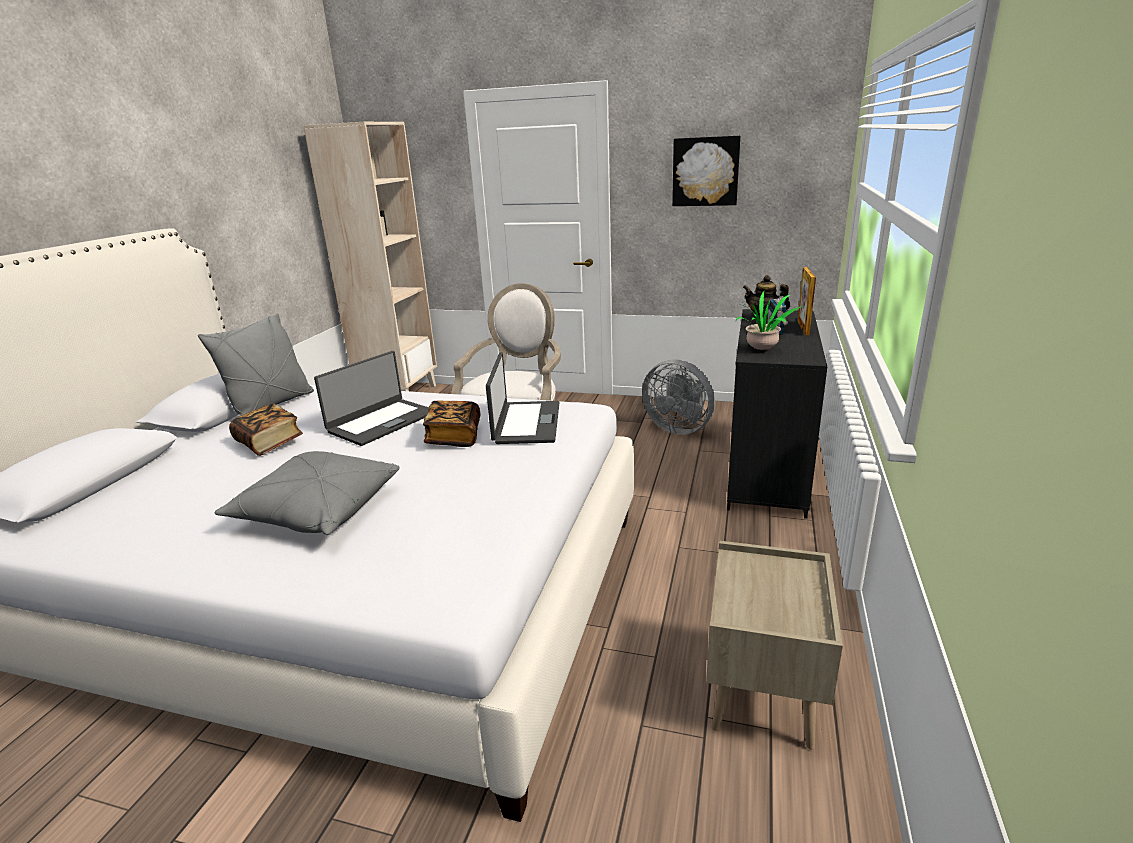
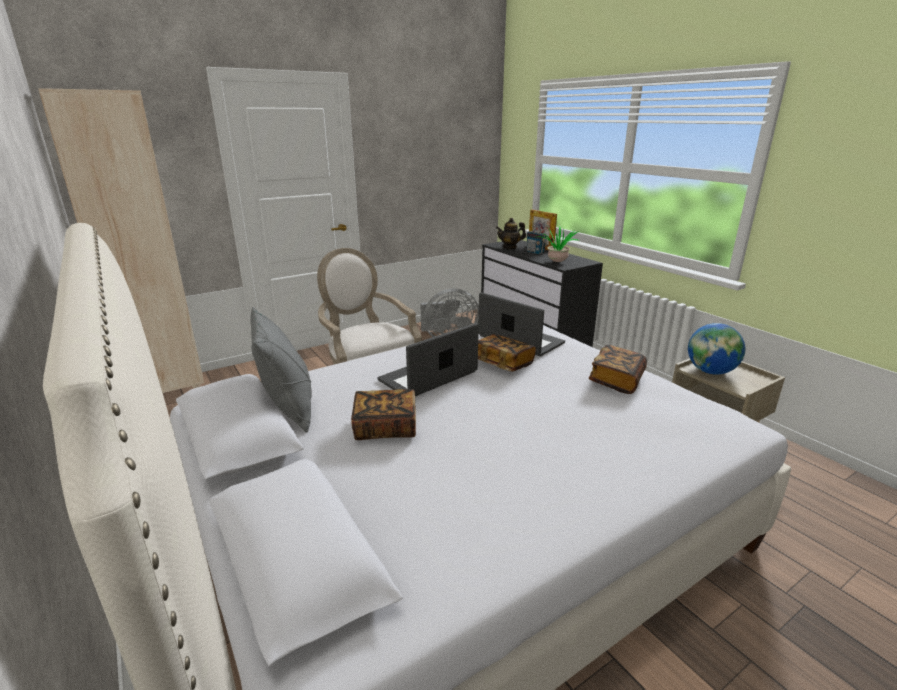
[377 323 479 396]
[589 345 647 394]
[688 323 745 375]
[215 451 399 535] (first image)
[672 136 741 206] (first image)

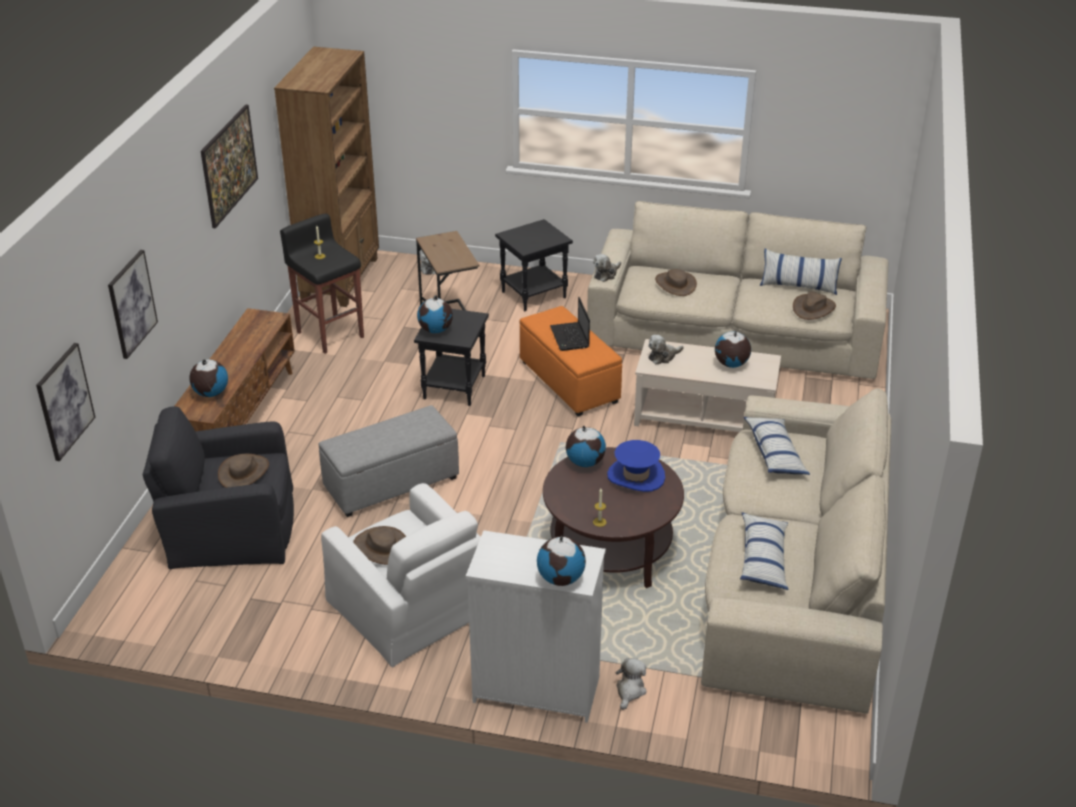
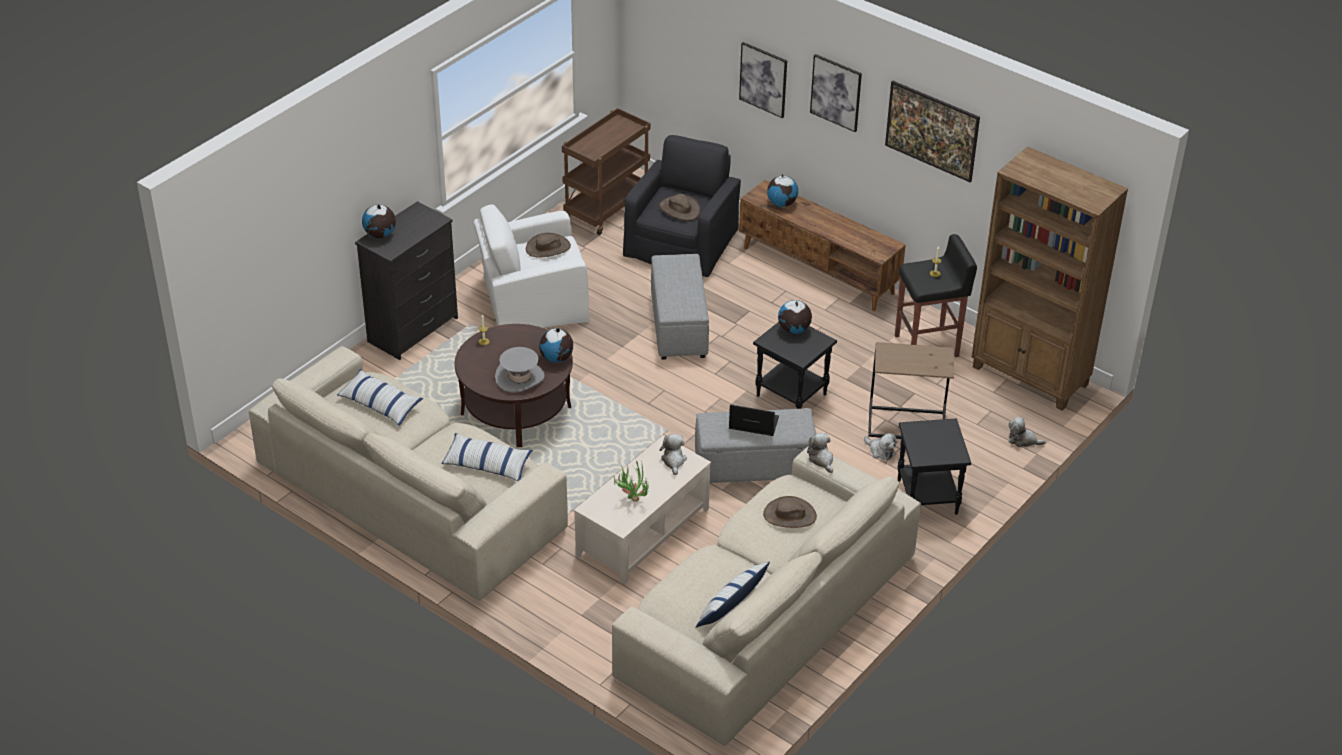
[355 201 458 360]
[495 347 545 393]
[562 108 650 235]
[613 461 649 501]
[695 408 816 483]
[810 54 862 132]
[864 433 898 460]
[793 291 836 320] (first image)

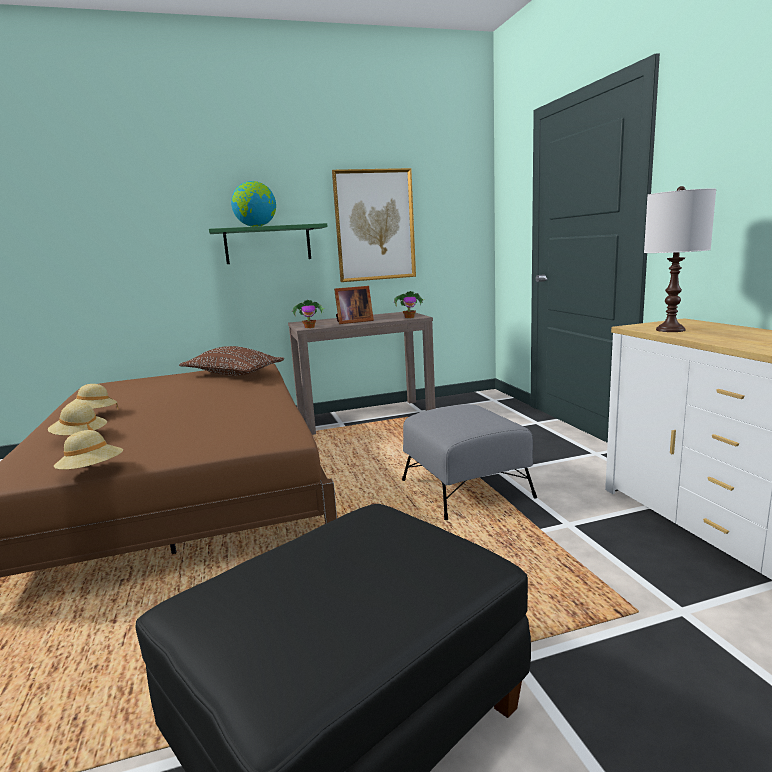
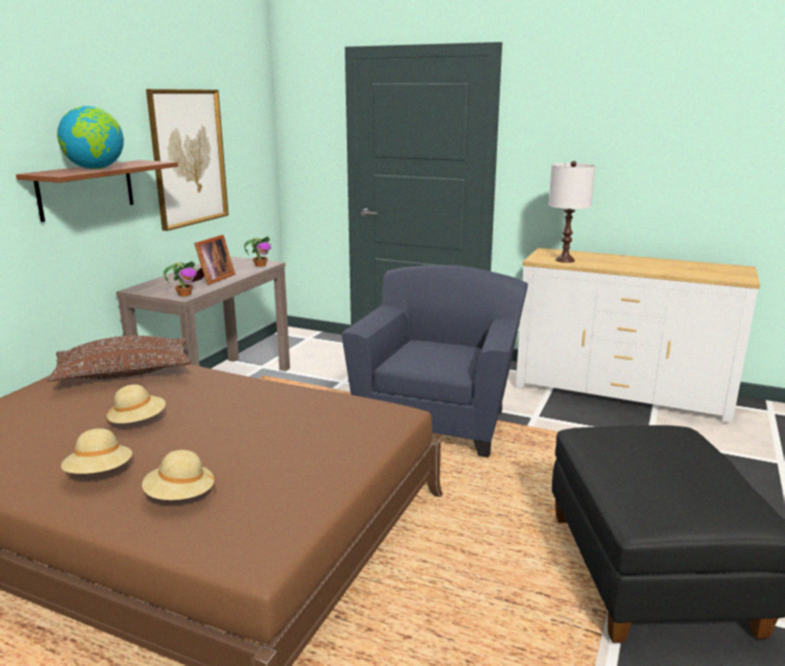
[16 160 178 222]
[106 384 166 425]
[342 265 528 458]

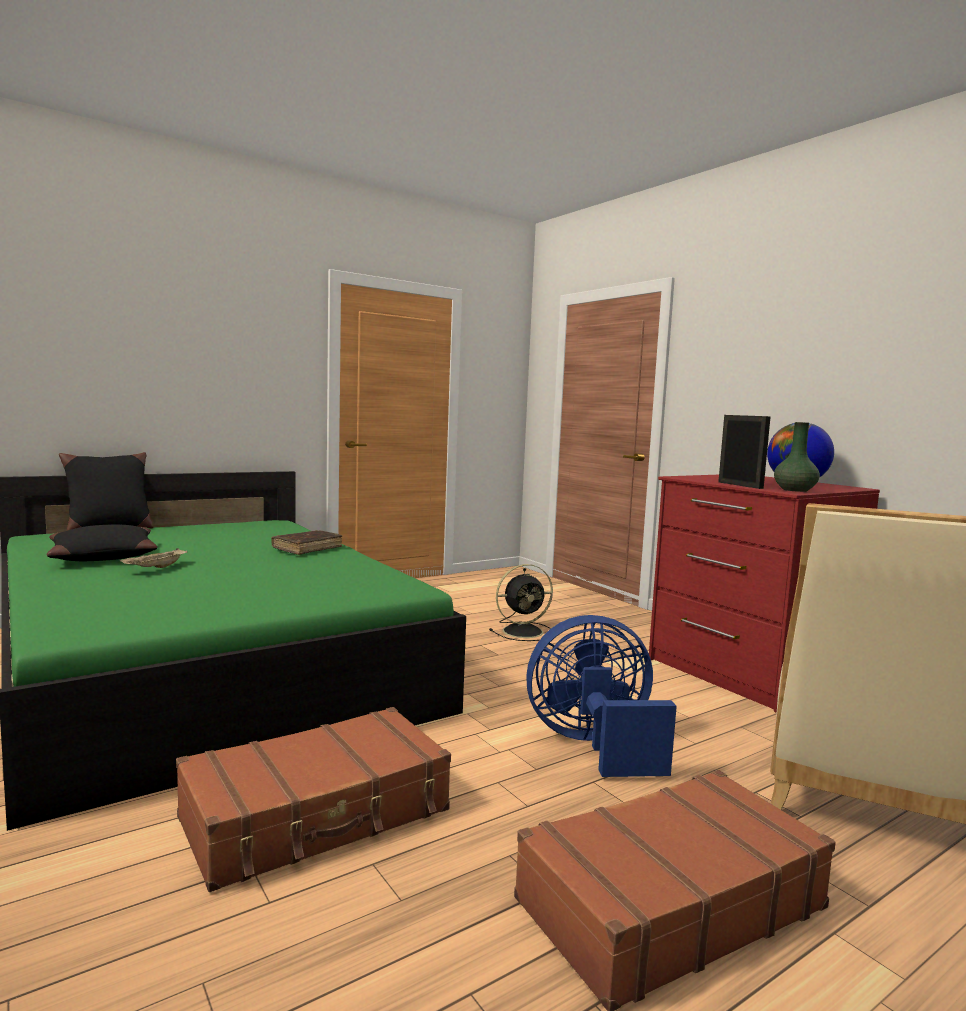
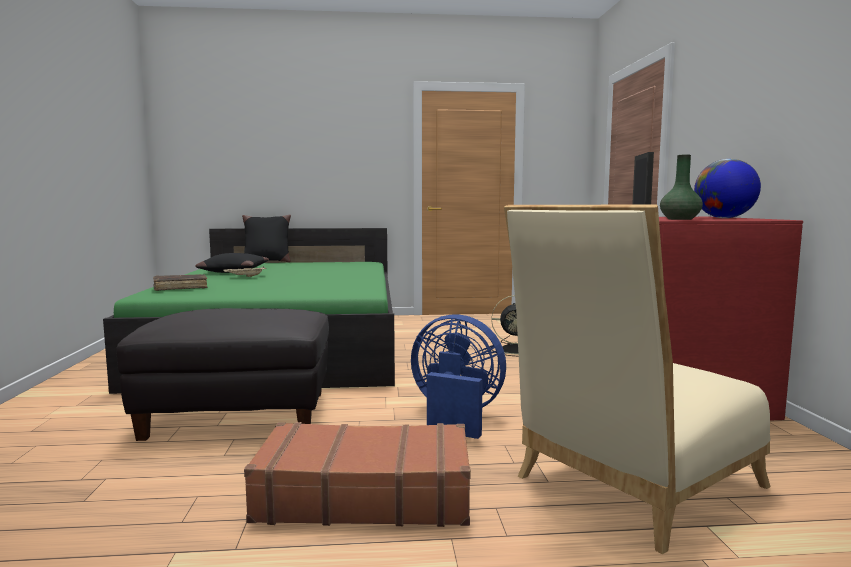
[116 308 329 441]
[153 274 207 291]

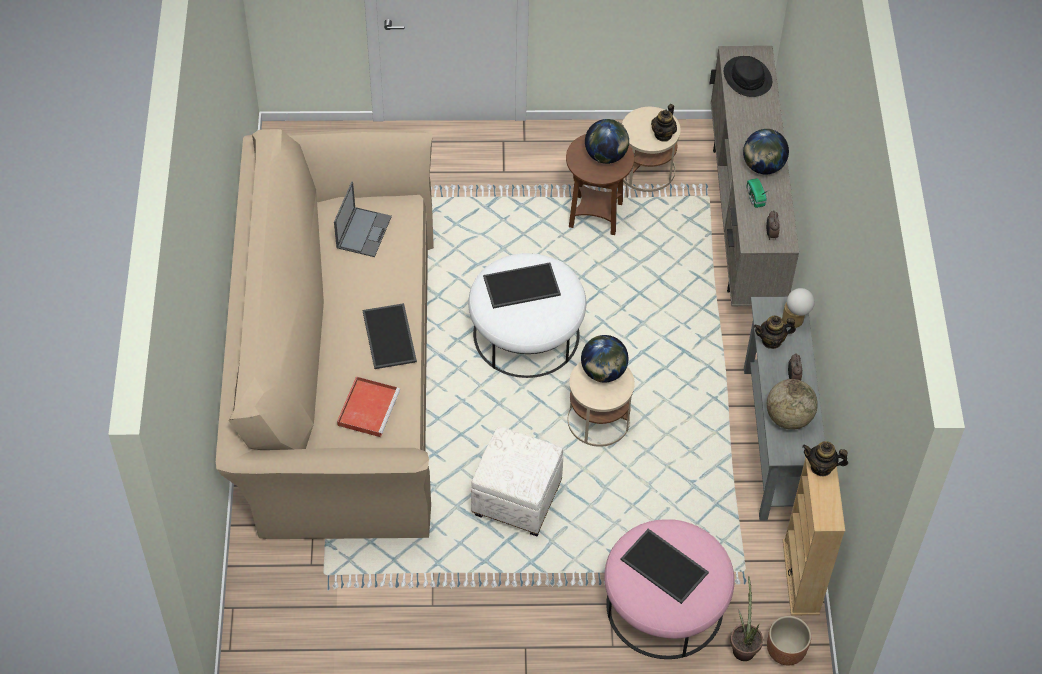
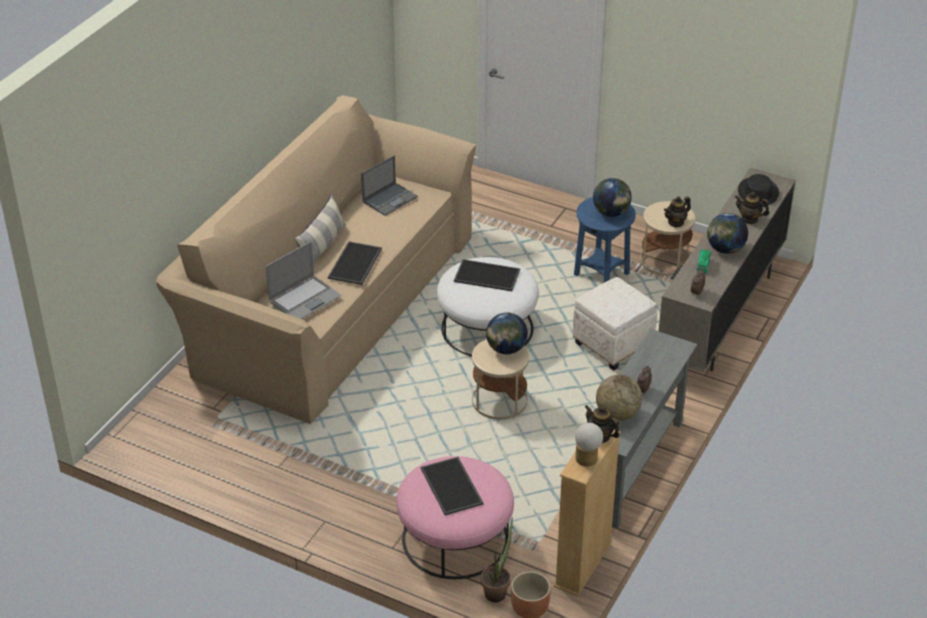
[266 242 341 319]
[295 194 345 264]
[573 277 657 371]
[574 197 636 282]
[575 423 603 466]
[735 192 769 224]

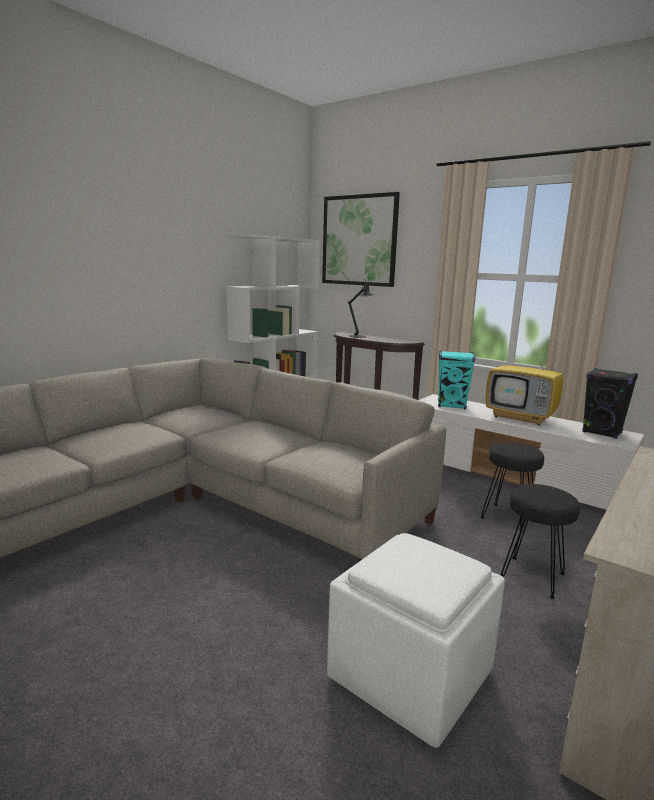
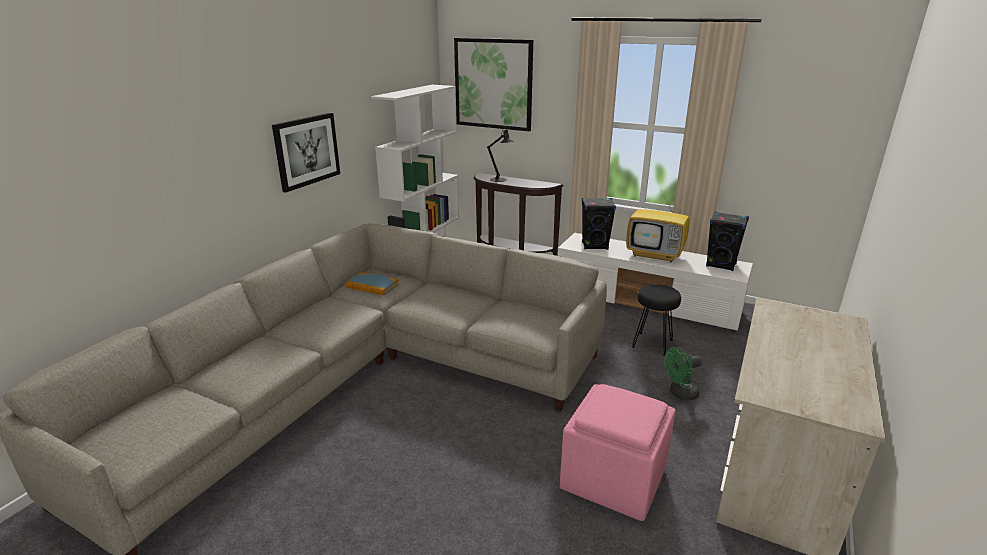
[272 113 340 193]
[346 272 399 296]
[560 384 676 521]
[582 198 616 250]
[664 347 702 401]

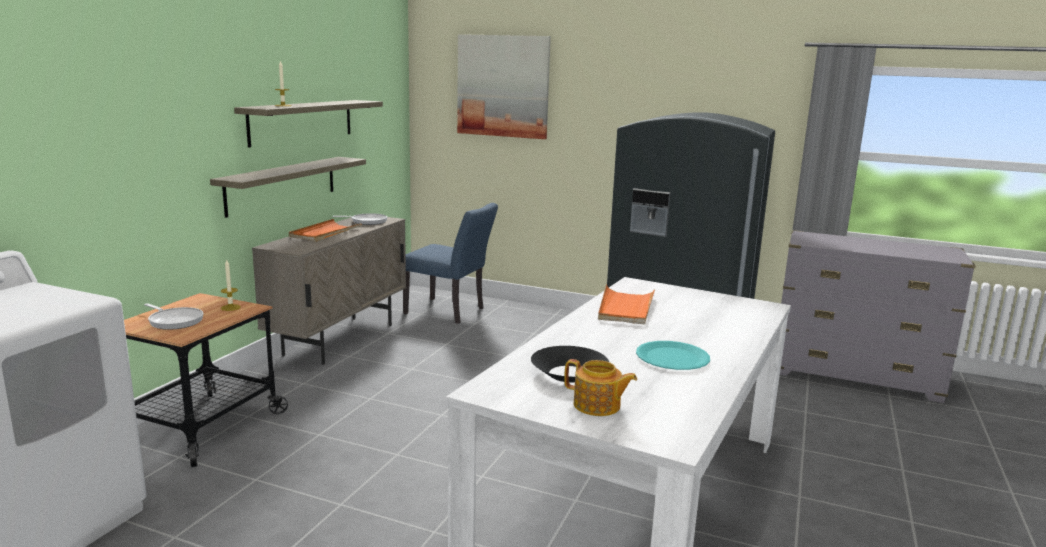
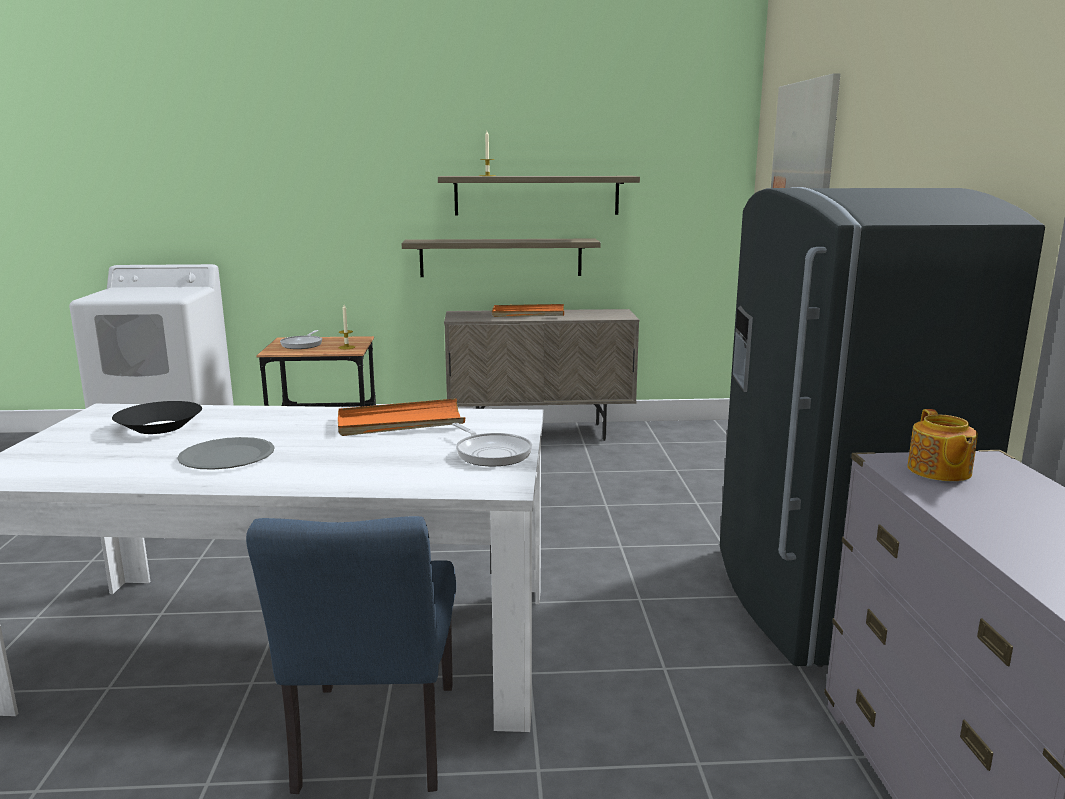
[177 437 275 470]
[246 516 456 794]
[452 423 532 466]
[907 409 978 481]

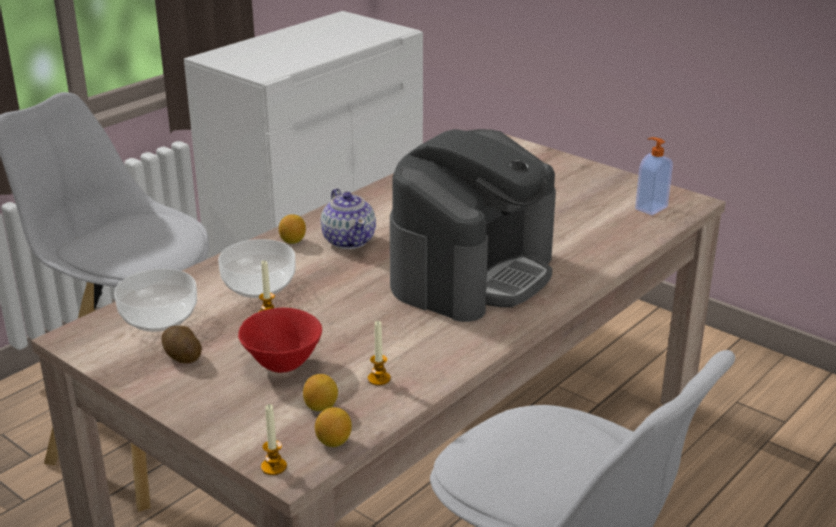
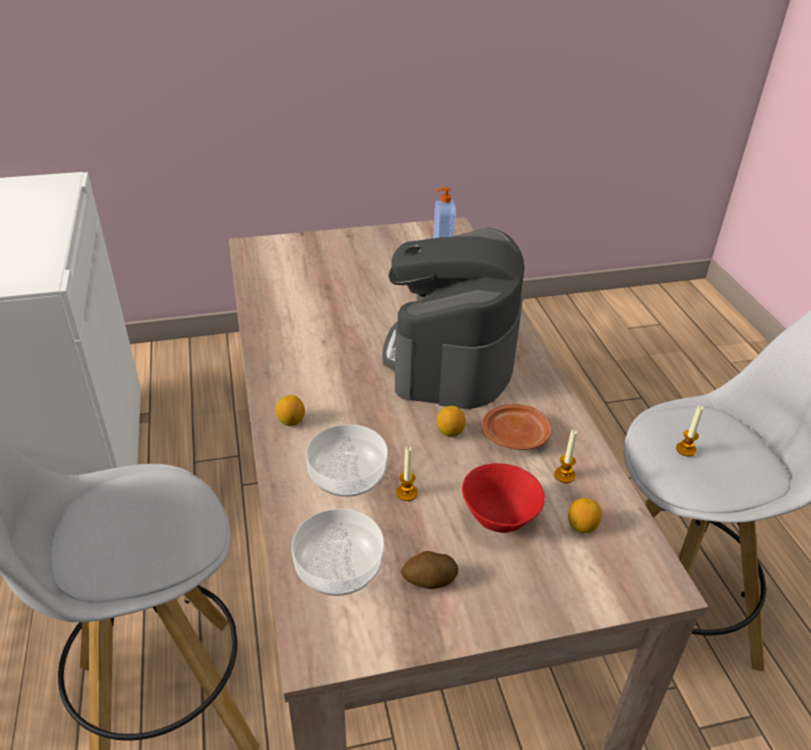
[382 228 525 409]
[437 406 466 437]
[482 404 552 450]
[676 405 703 456]
[321 188 376 249] (first image)

